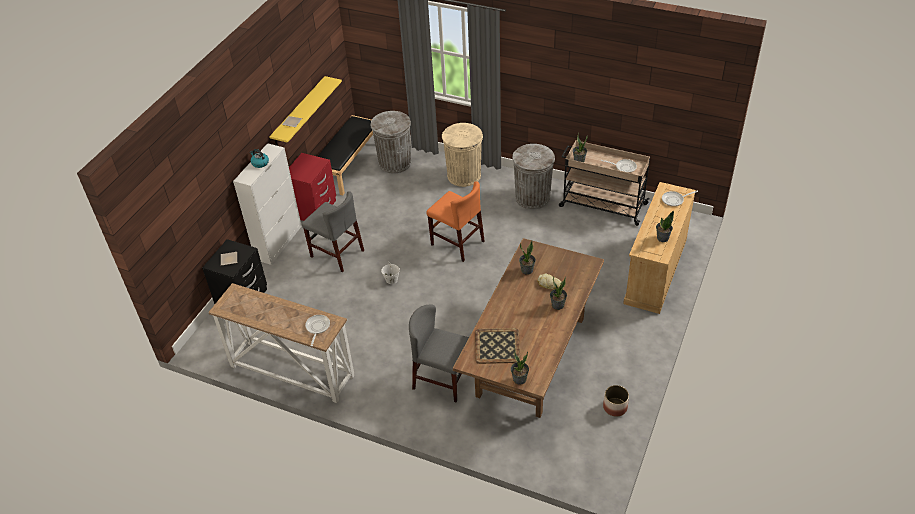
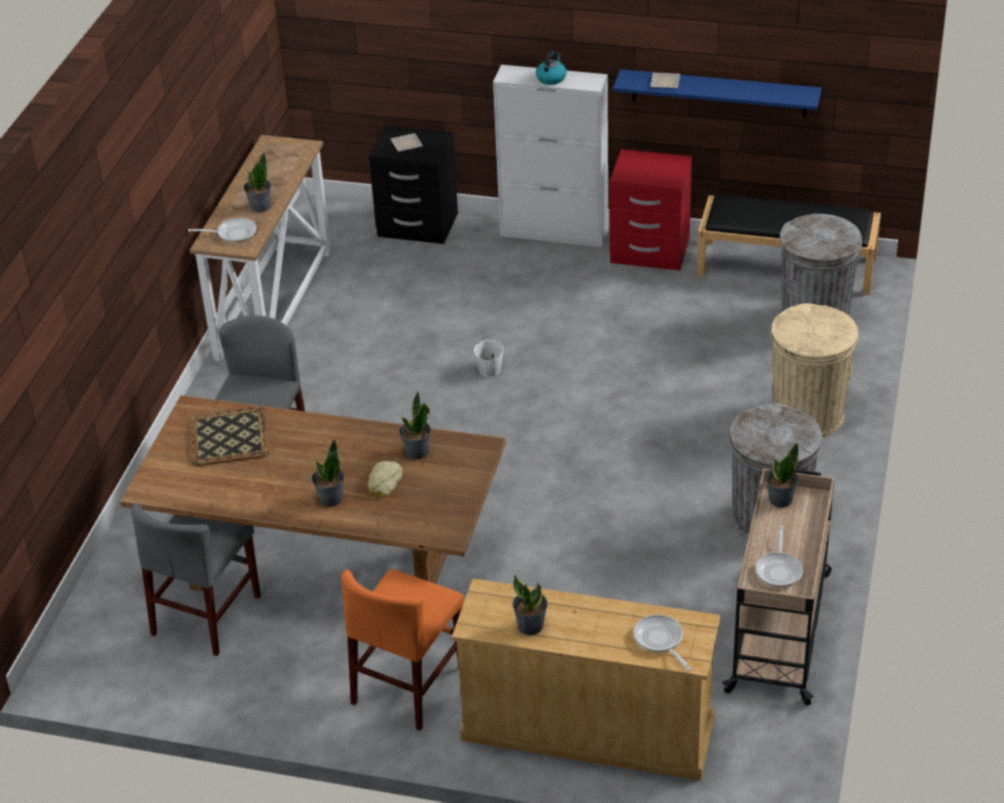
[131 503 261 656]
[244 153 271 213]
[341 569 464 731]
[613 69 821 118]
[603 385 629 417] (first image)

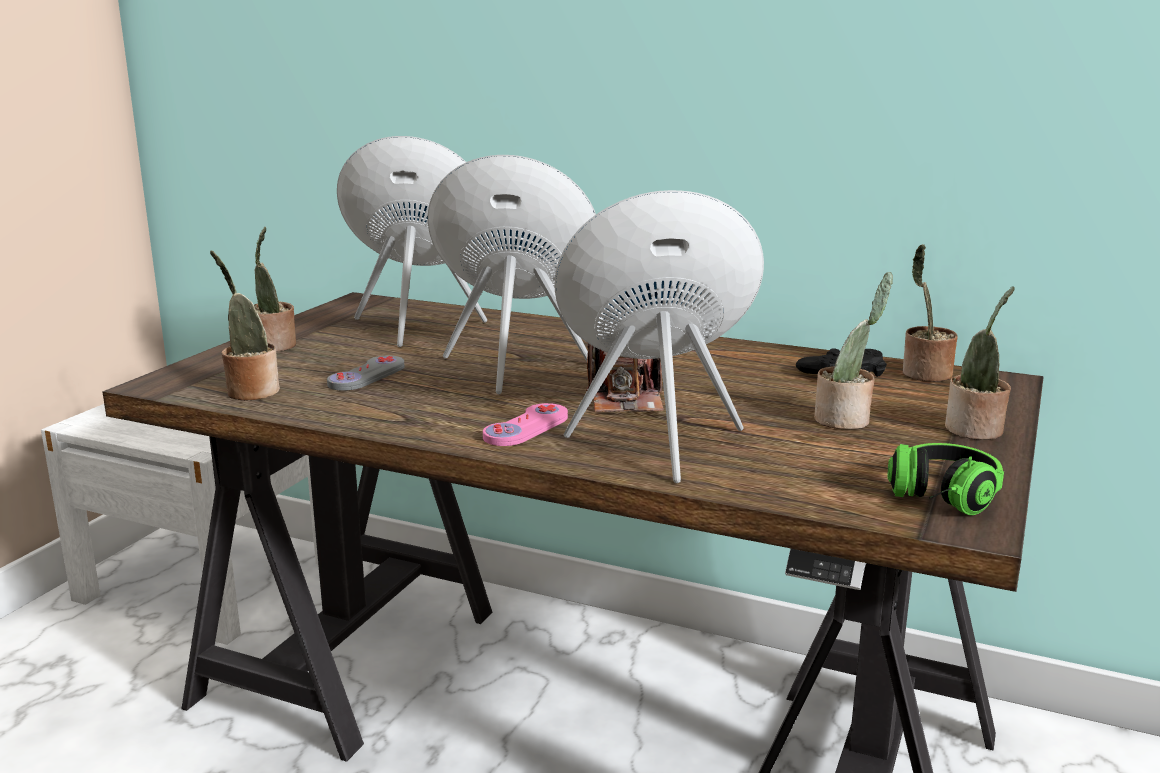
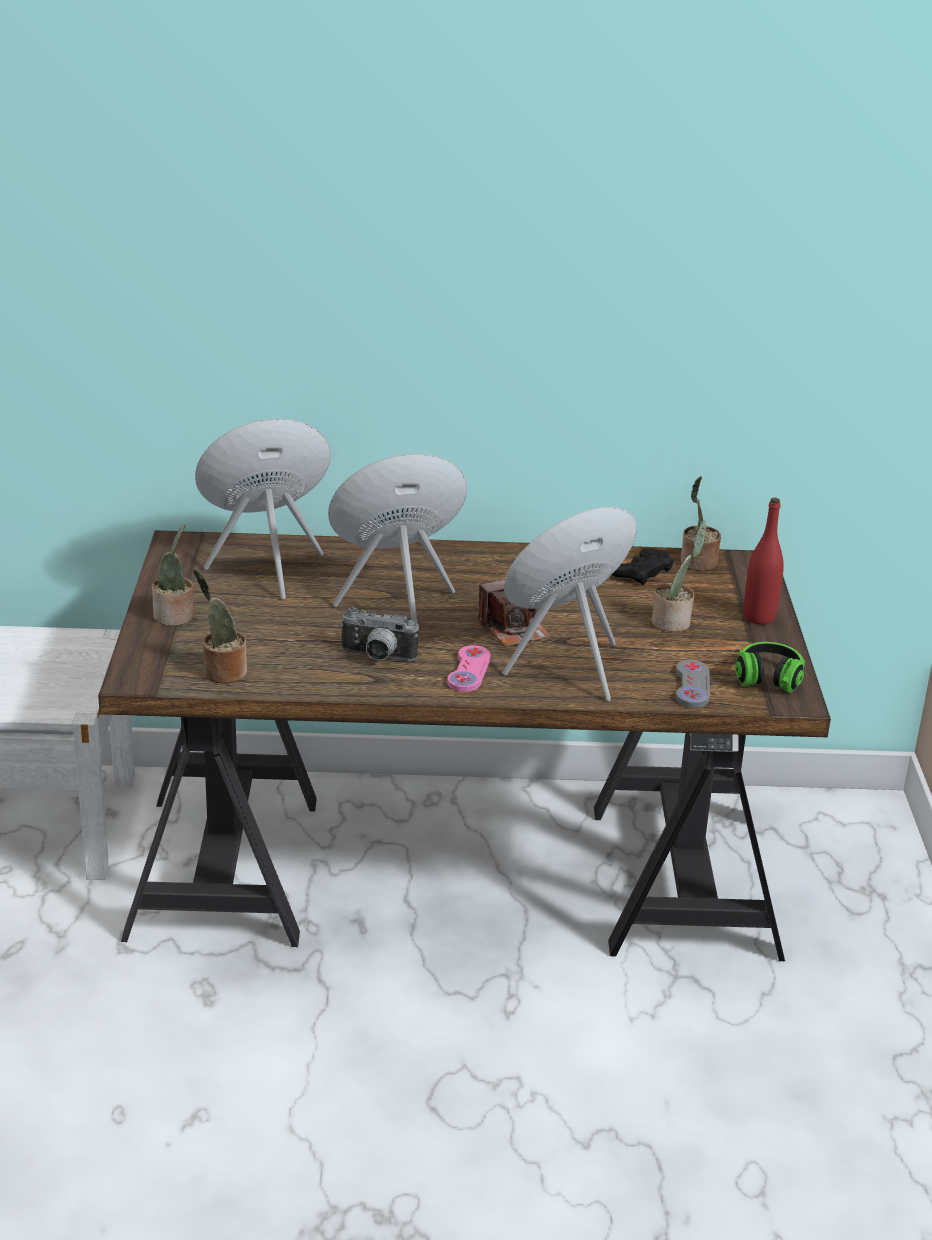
[340 606 419 661]
[676 660 710 708]
[743 498 784 625]

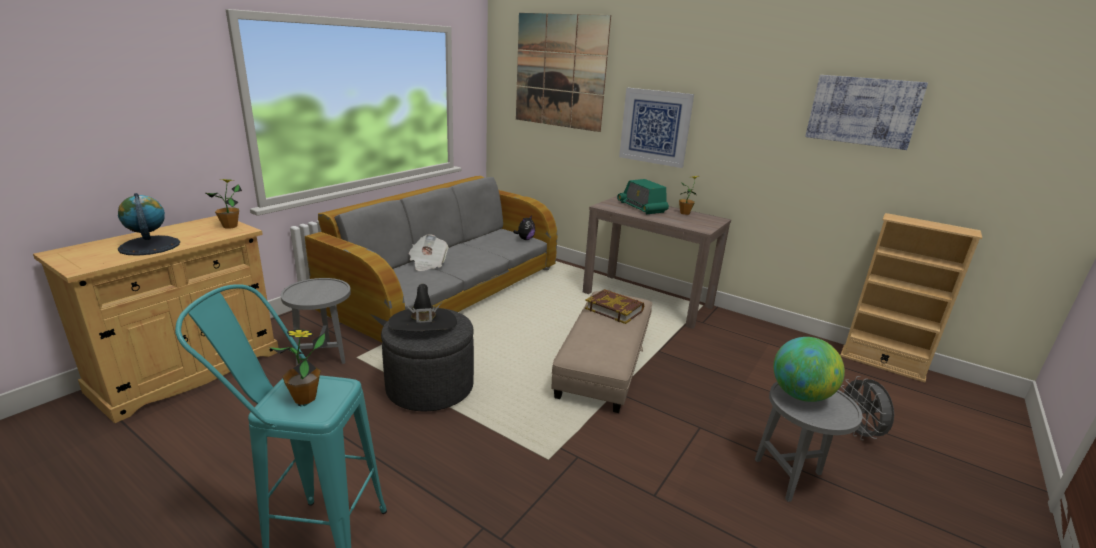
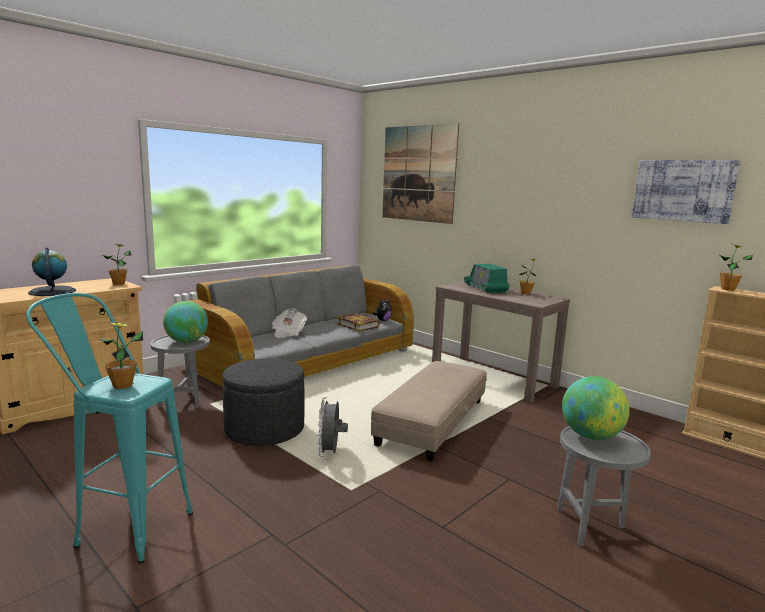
[163 301 208 343]
[317 397 348 457]
[337 313 380 332]
[720 244 753 291]
[388 284 457 332] (first image)
[619 88 694 168] (first image)

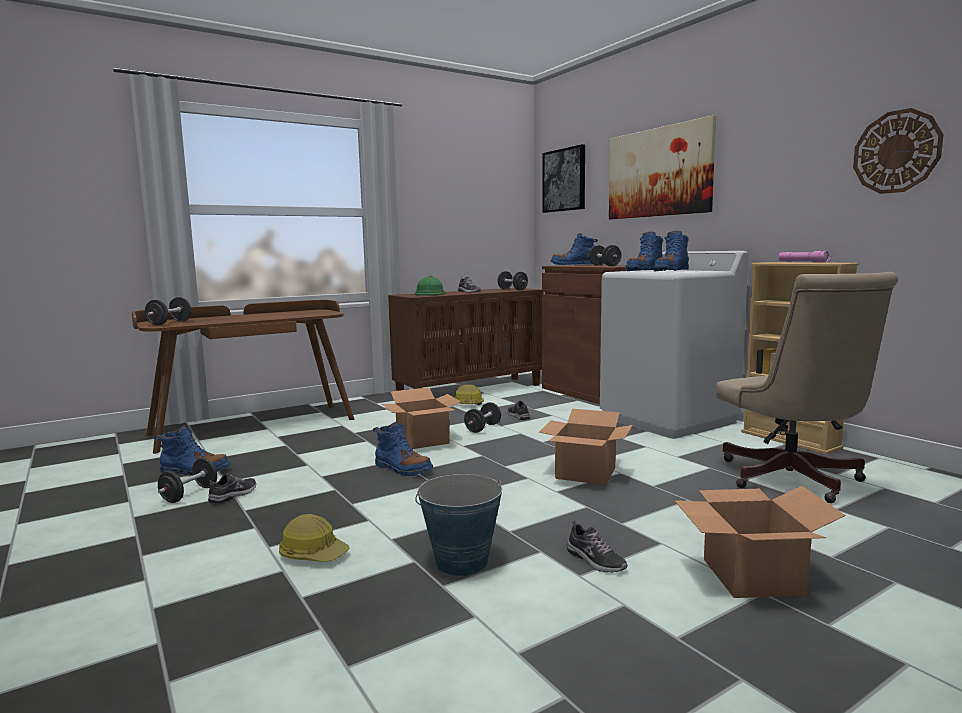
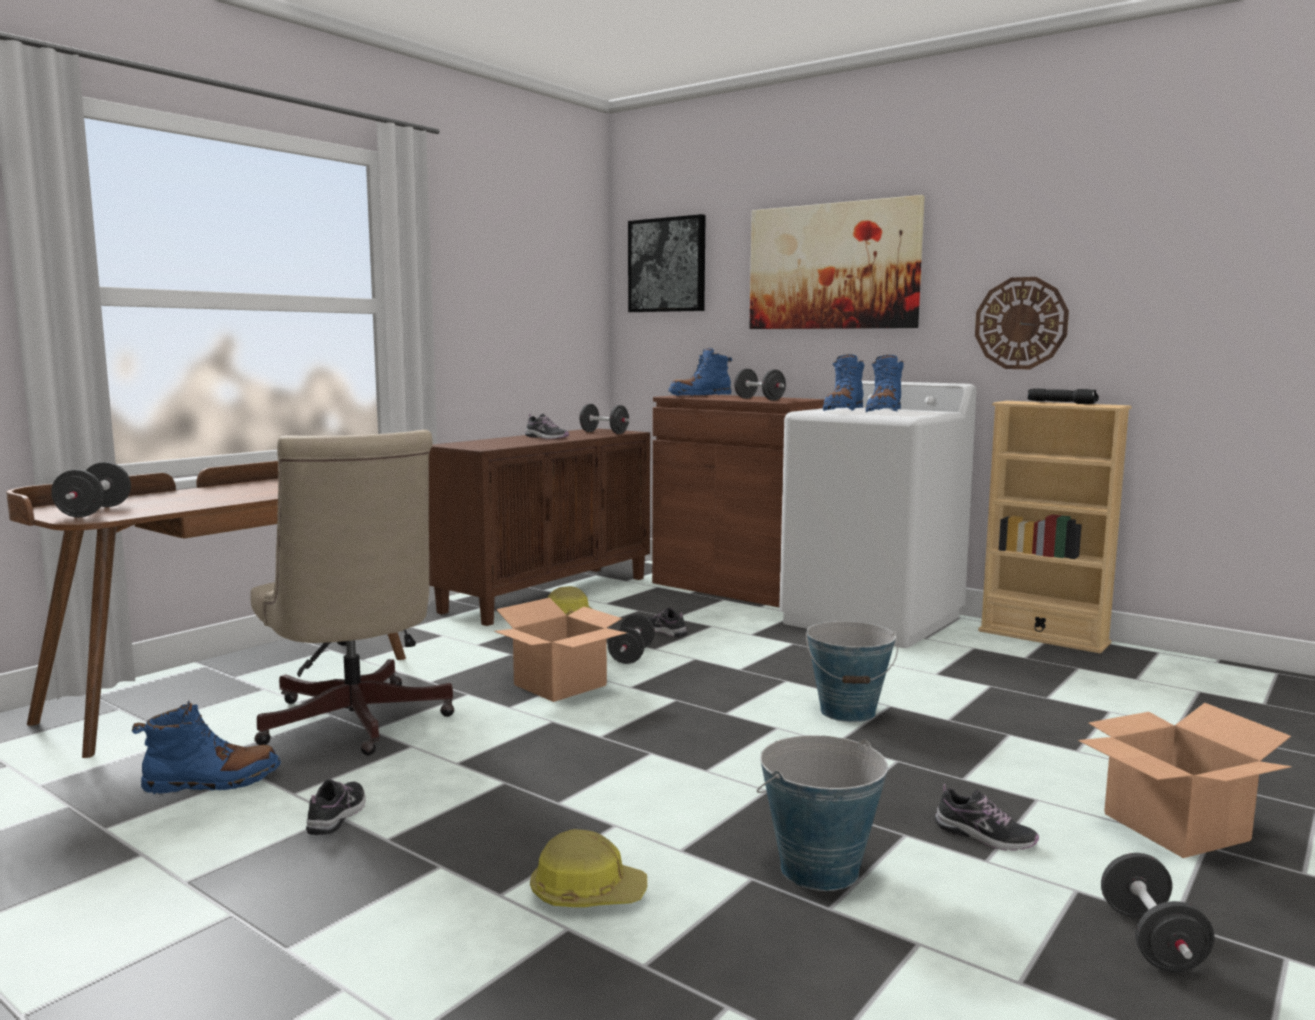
[250 430 455 755]
[806 621 898 722]
[975 277 1069 369]
[1027 388 1099 404]
[1101 853 1214 972]
[373 421 433 476] (first image)
[414 276 446 296] (first image)

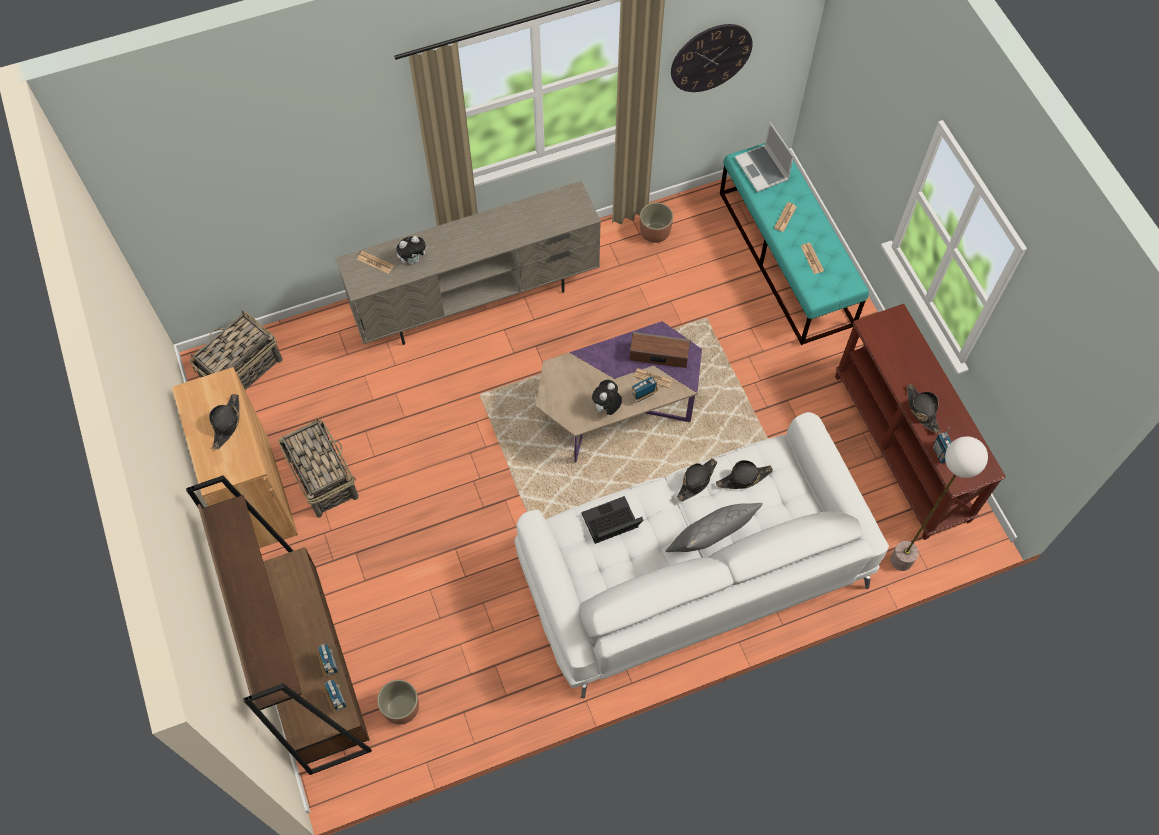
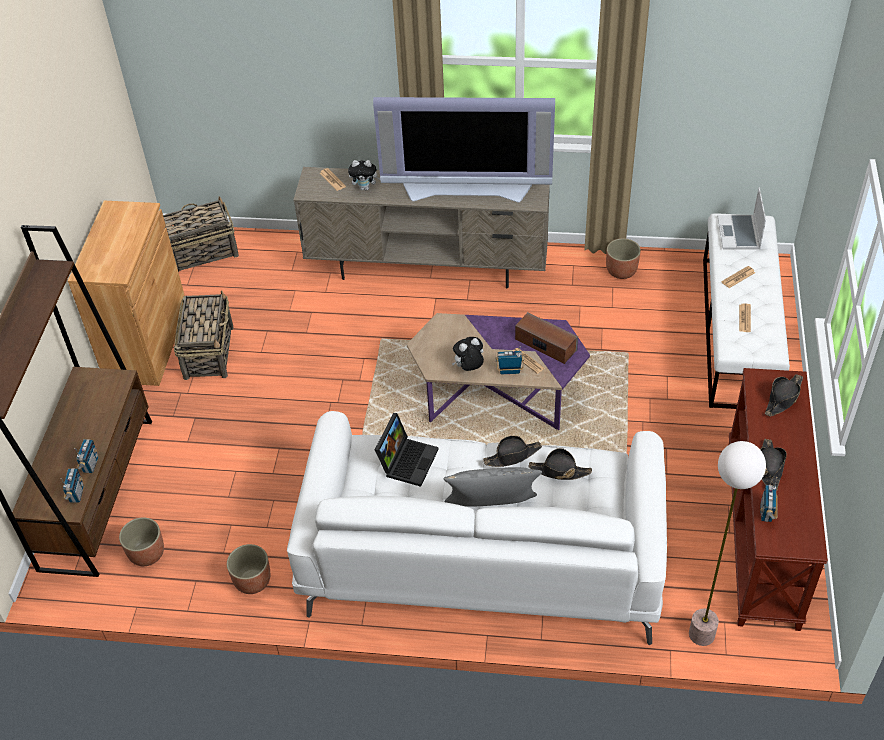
[227 544 270 594]
[373 97 555 202]
[375 413 439 487]
[703 213 790 409]
[765 374 803 417]
[671 24 753 92] (first image)

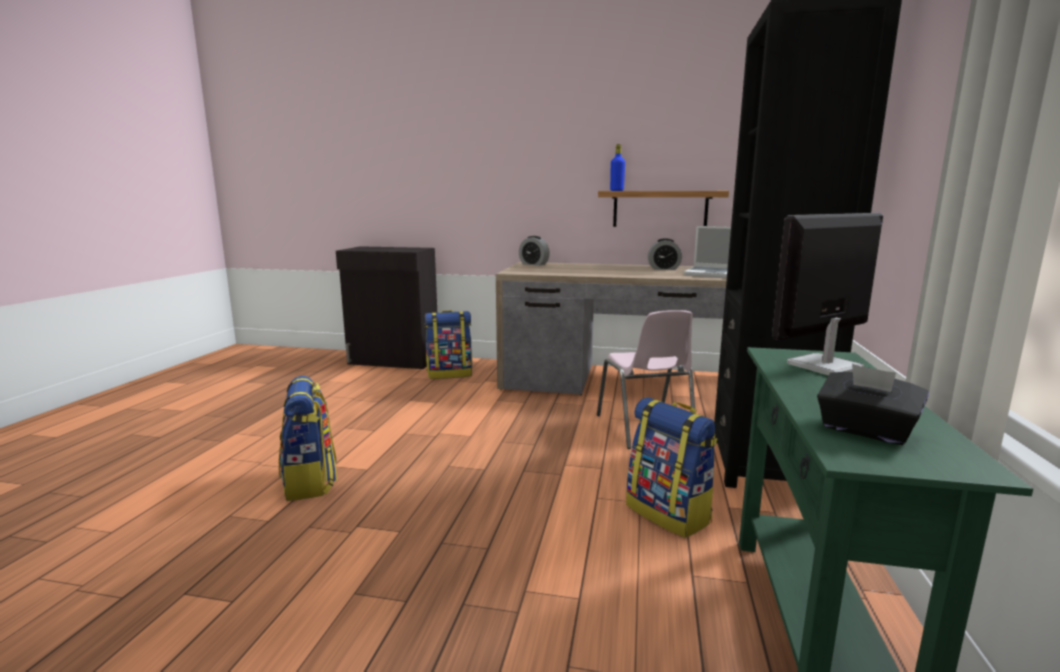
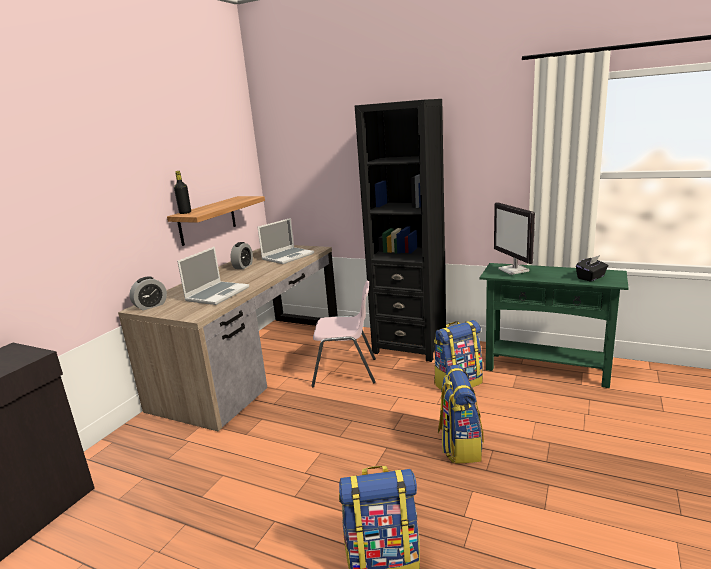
[174 171 191 214]
[177 247 249 305]
[438 365 484 464]

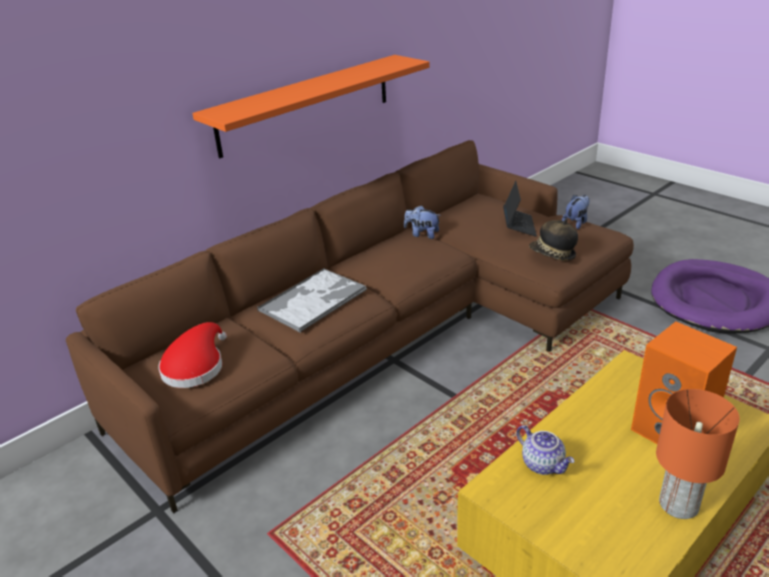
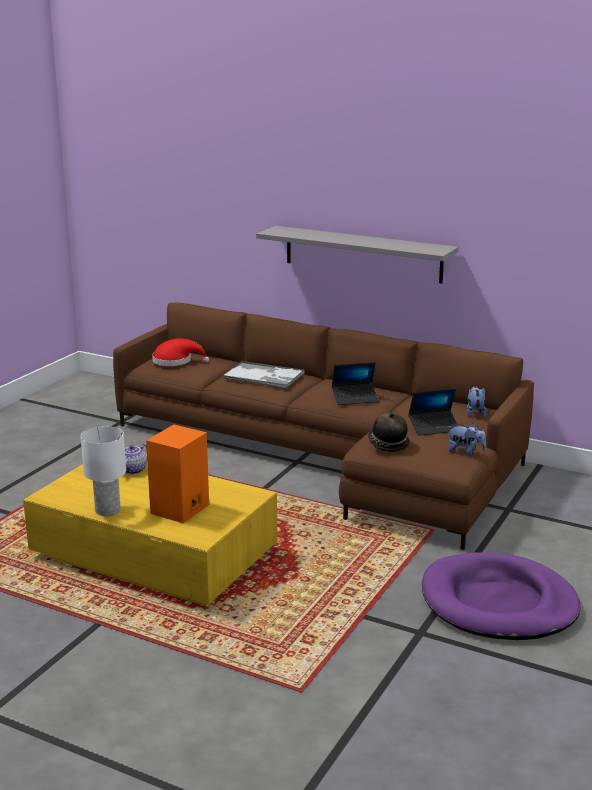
[81 426 126 516]
[256 226 458 283]
[332 362 379 405]
[467 386 487 418]

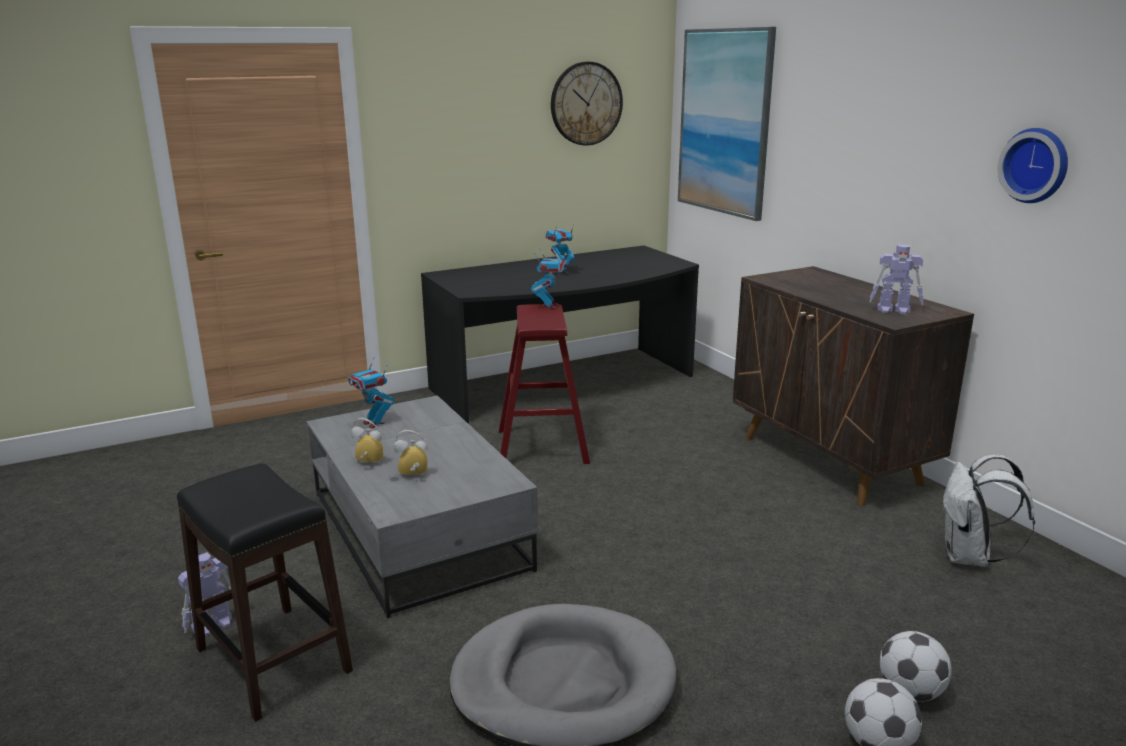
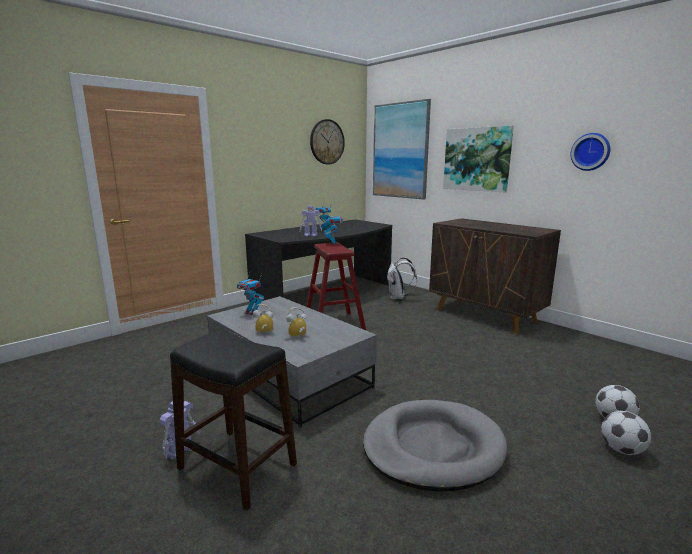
[300 206 322 236]
[387 257 417 299]
[443 126 514 192]

